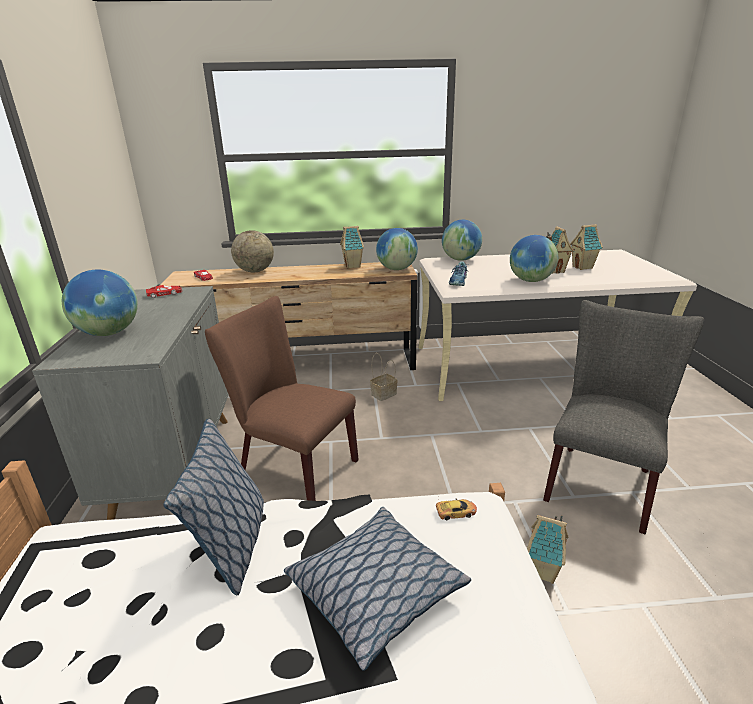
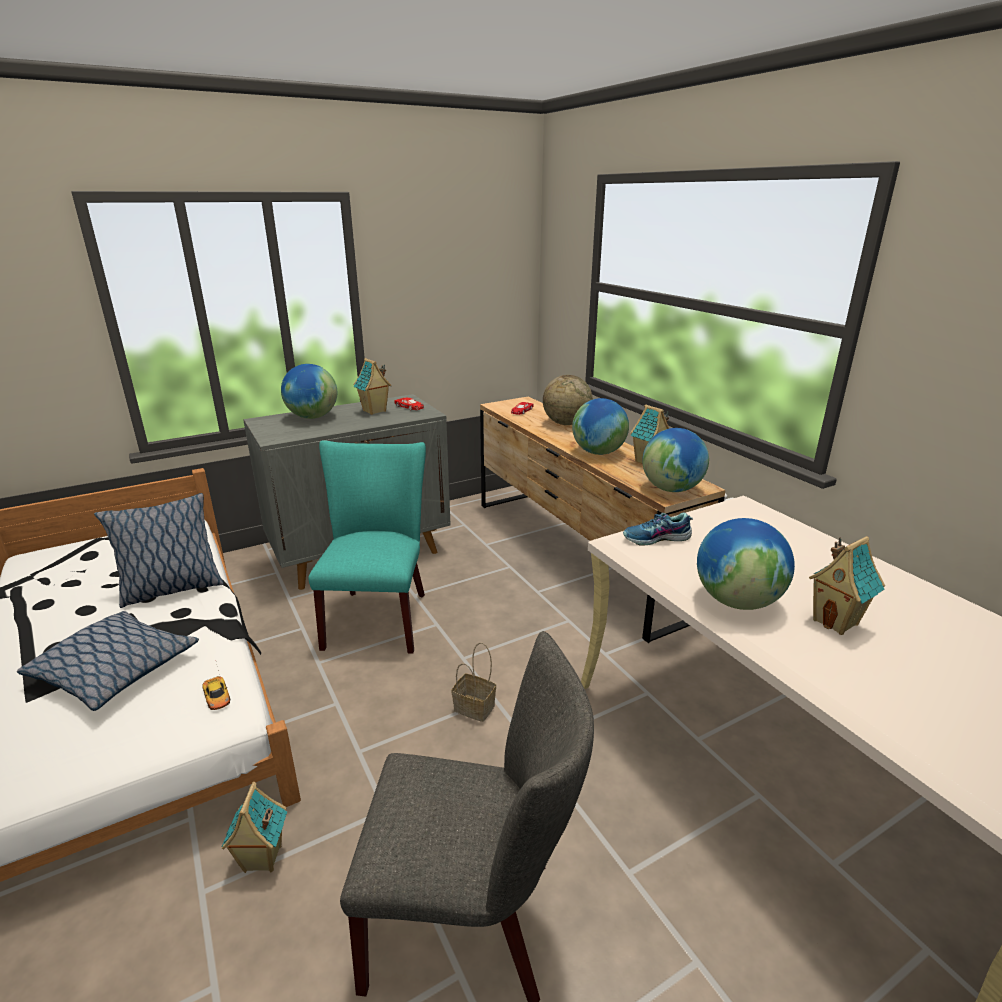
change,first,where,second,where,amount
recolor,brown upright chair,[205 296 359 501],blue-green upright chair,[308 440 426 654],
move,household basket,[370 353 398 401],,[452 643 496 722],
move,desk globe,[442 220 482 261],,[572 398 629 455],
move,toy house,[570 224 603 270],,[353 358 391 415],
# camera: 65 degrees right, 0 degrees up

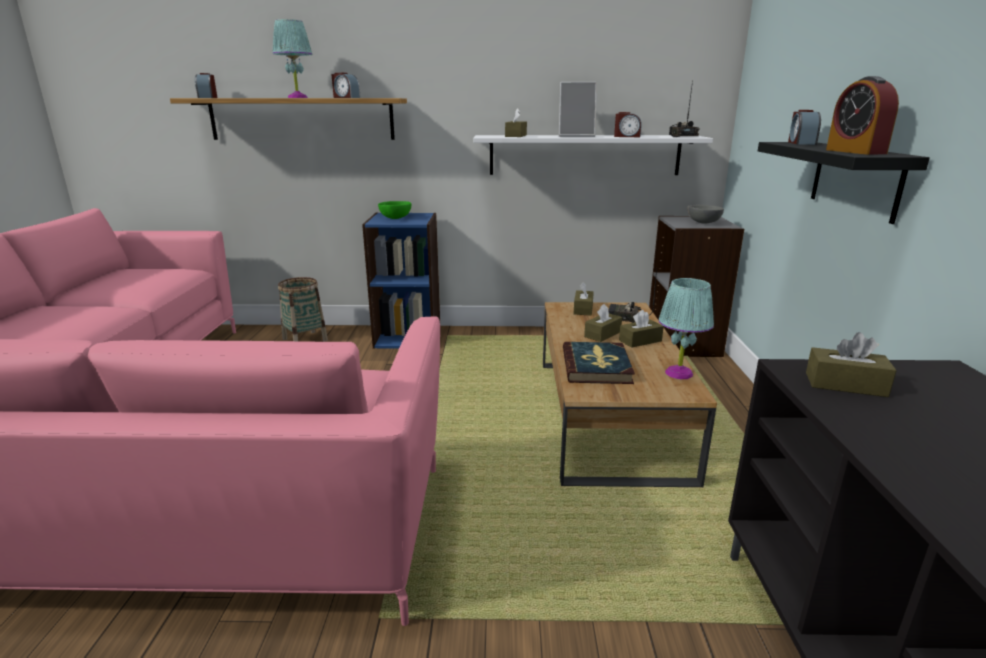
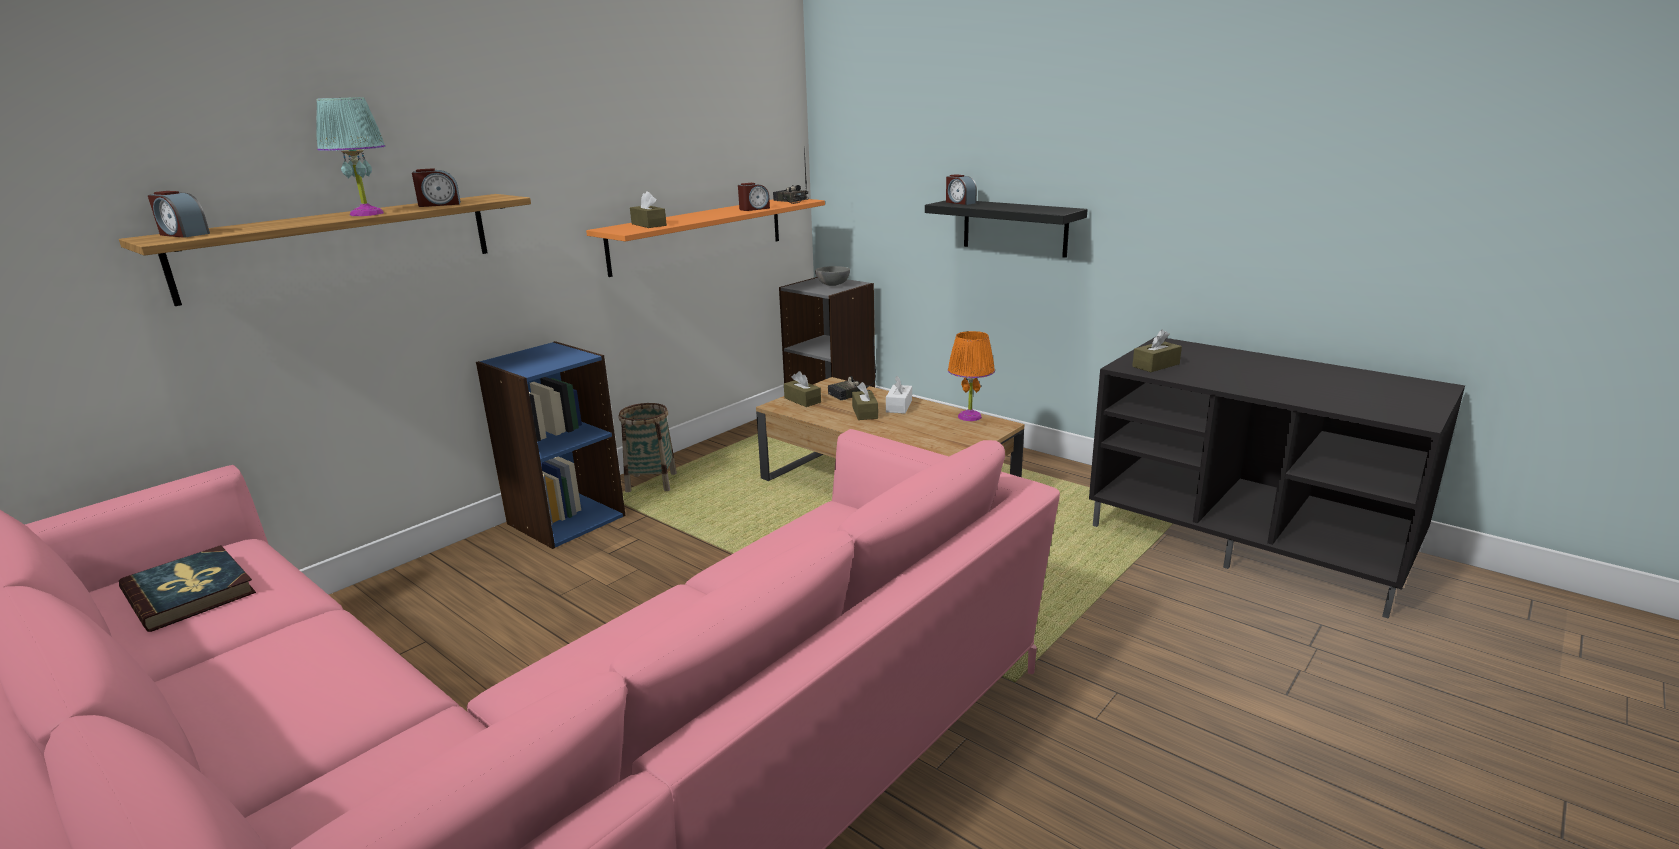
change,first,where,second,where,amount
move,household basket,[278 277 328 342],,[618 403 677 492],
delete,green deep dish,[378 201 411 219],,,
recolor,whitish wall shelf,[473 135 713 175],orange-coloured wall shelf,[586 199 825 277],
delete,standing frame,[559 82 597 137],,,
move,volume,[563 342 635 384],,[119 545 256 632],
recolor,brown box of tissues,[619 310 664 348],whitish box of tissues,[886 376 912 414],
recolor,blue-green lamp for a table,[658 278 714 379],orange-coloured lamp for a table,[948 331 995 421],
delete,bedside clock,[826 76 899 155],,,
# camera: 50 degrees left, 0 degrees up

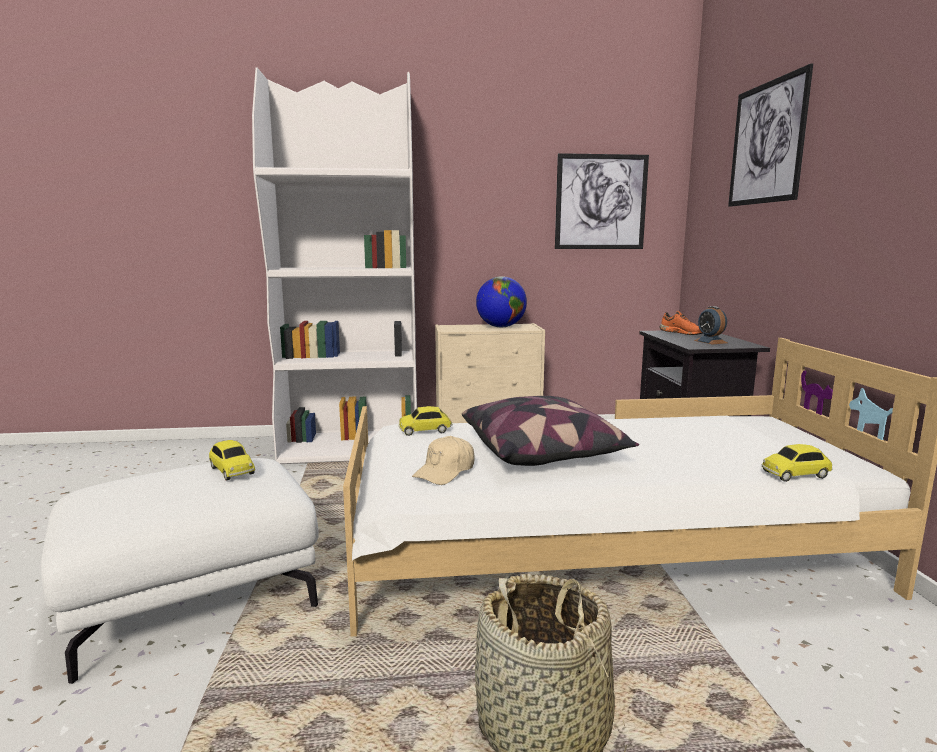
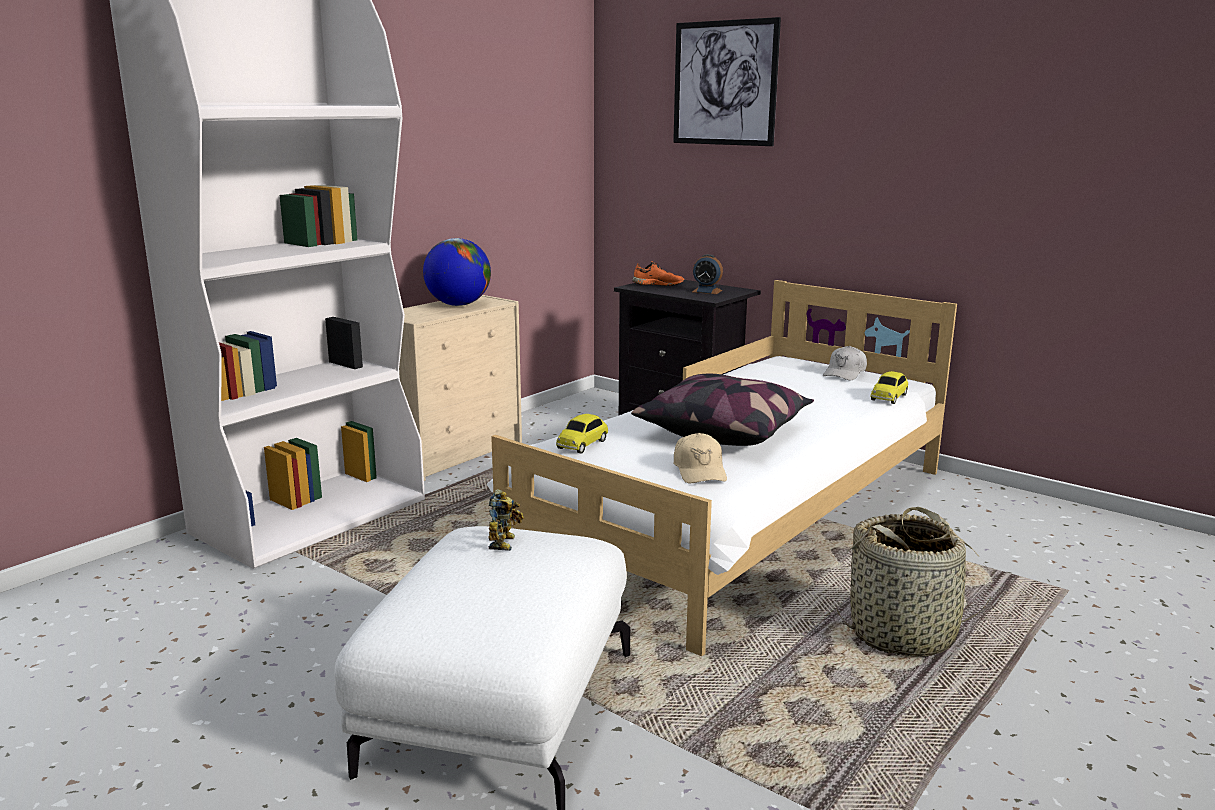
change,first,where,second,where,amount
replace,toy car,[209 440 255 481],model robot,[488 489 524 551],
delete,wall picture,[555 153 649 249],,,
insert,,,whitish cap,[823 346 867 381],
# camera: 45 degrees left, 5 degrees up

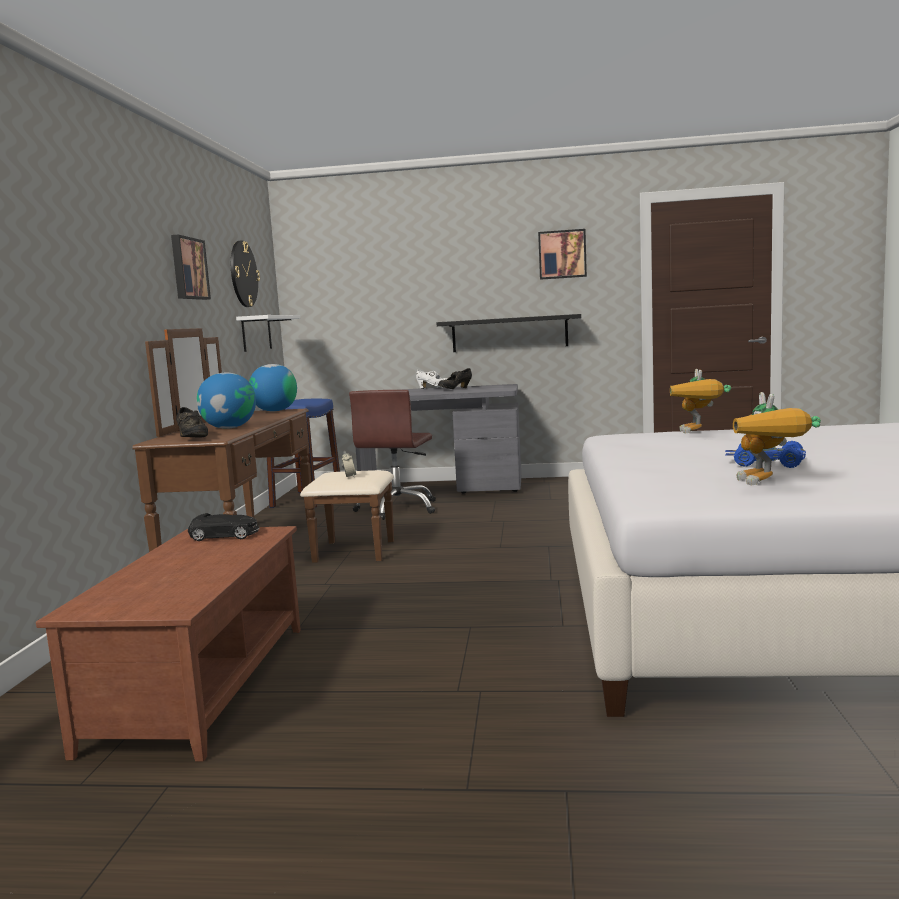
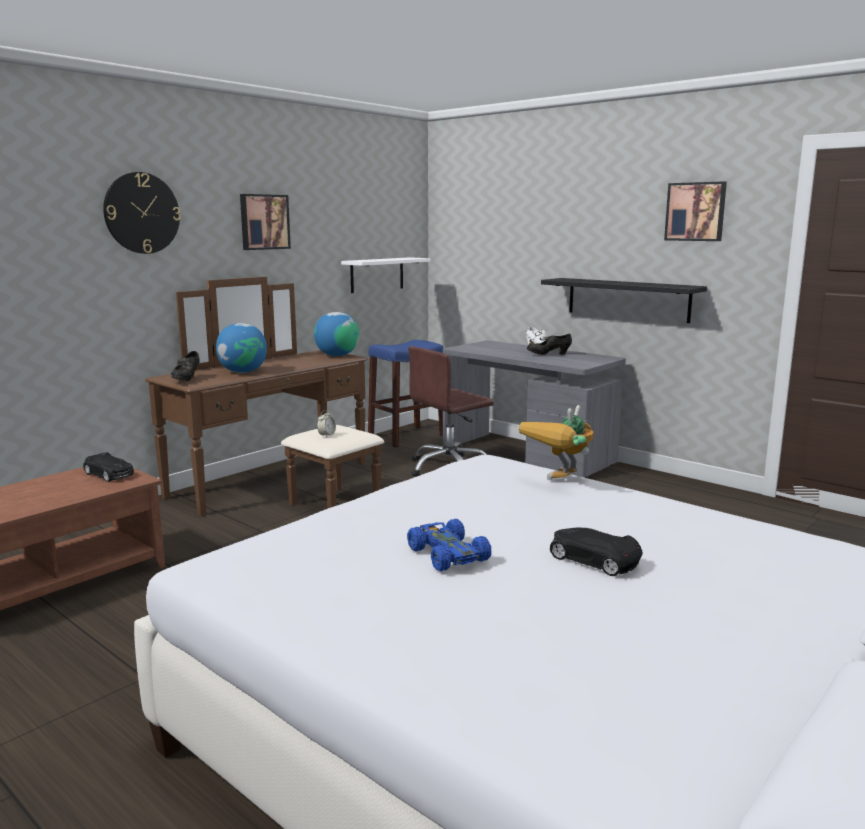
change,first,where,second,where,amount
move,hanging clock,[231 241 260 307],,[103 172 181 254],
delete,model robot,[733 392 821 485],,,
insert,,,black toy car,[550 527 643 576],
# camera: 35 degrees right, 5 degrees up

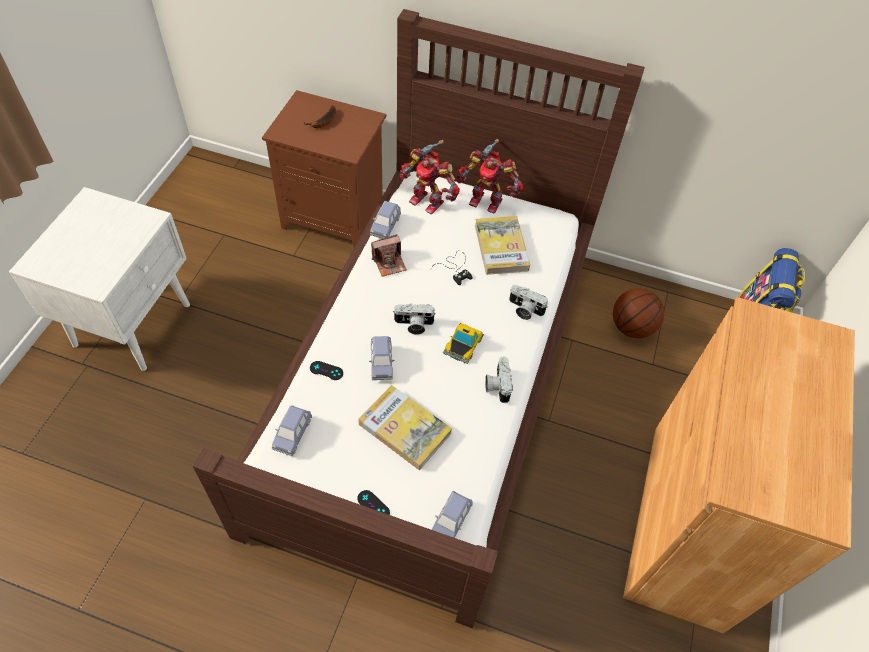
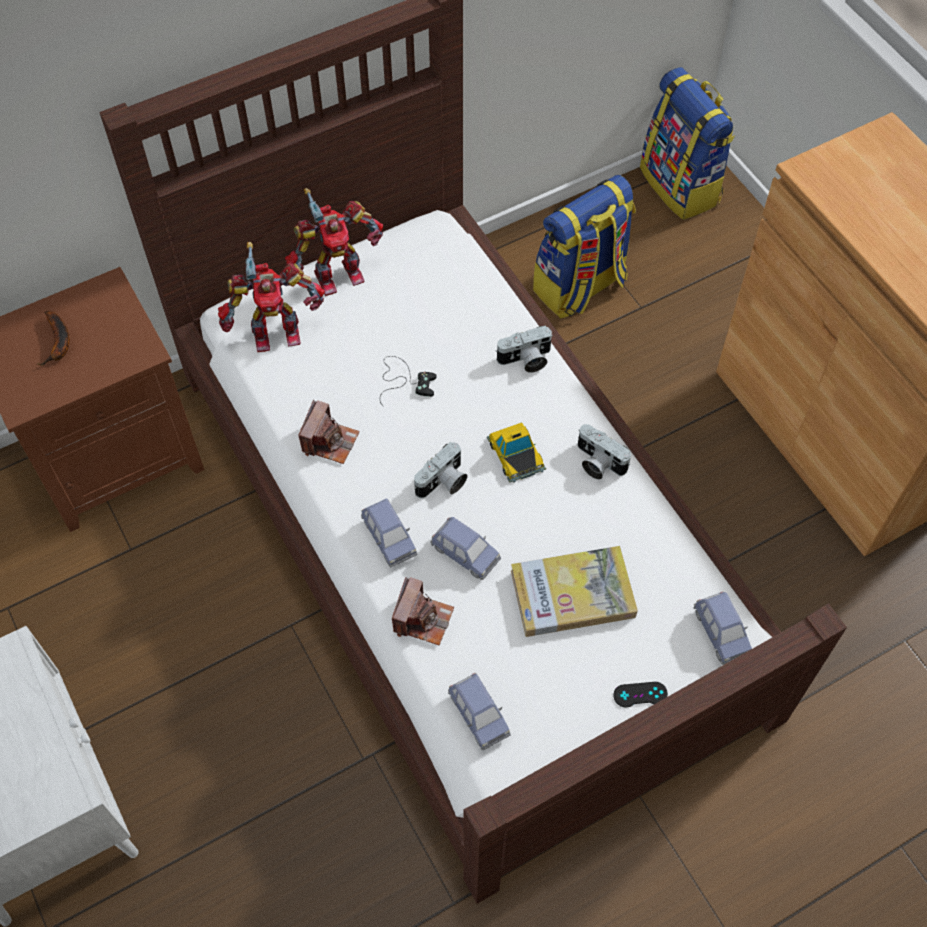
change,first,where,second,where,amount
replace,black game controller,[310 361 343 380],photo camera,[392 577 454 645],
move,bluish toy car,[370 201 401 239],,[361 499 417 567],
delete,volume,[475 216 530 275],,,
replace,ball for basketball,[613 289 664 338],backpack,[533 175 636 318],
# camera: 45 degrees left, 5 degrees up

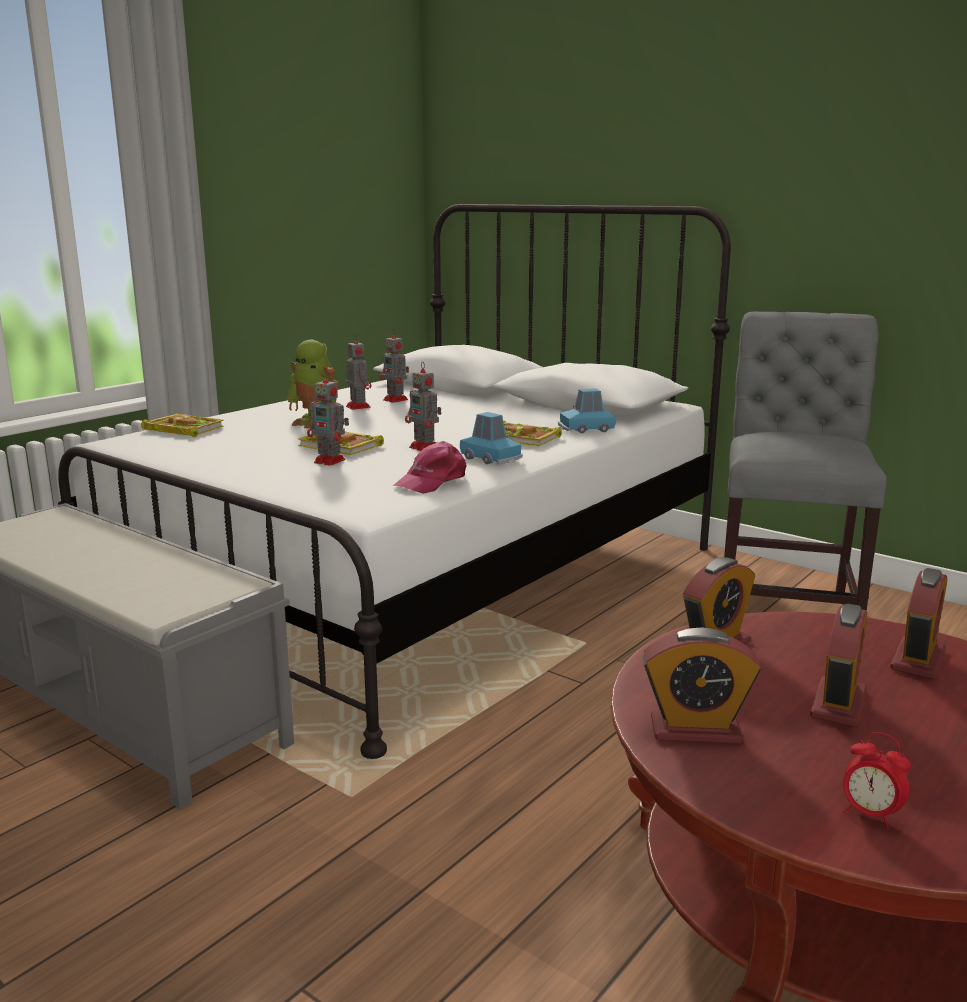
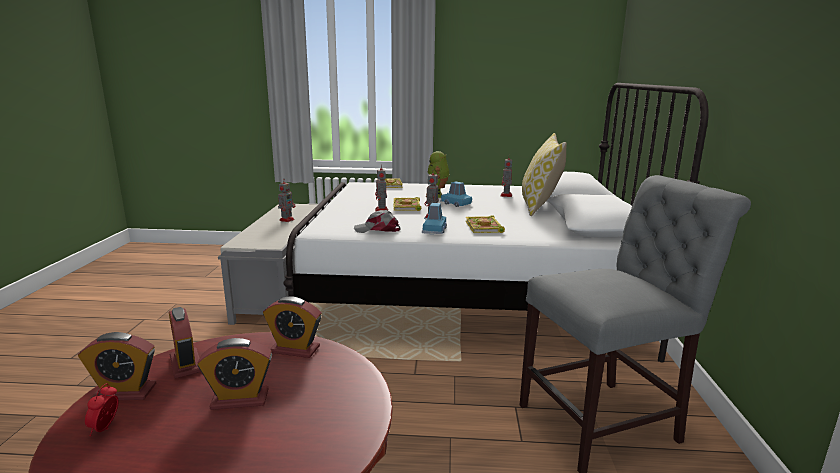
change,first,where,second,where,amount
move,model robot,[346 334 372 410],,[278 178 295 222],
recolor,pinkish cap,[393 441 467 494],grey cap,[354 210 401 233],
move,bluish toy car,[558 388 616 433],,[440 181 472 207],
move,bedside clock,[891 568 947 679],,[78 332 156 400],
insert,,,pillow,[522 133 567 216],
# camera: 55 degrees right, 0 degrees up

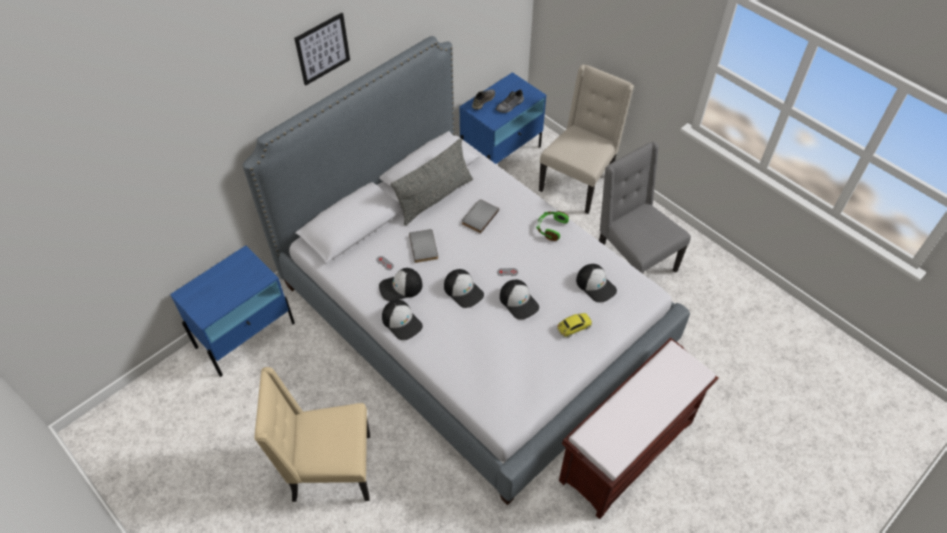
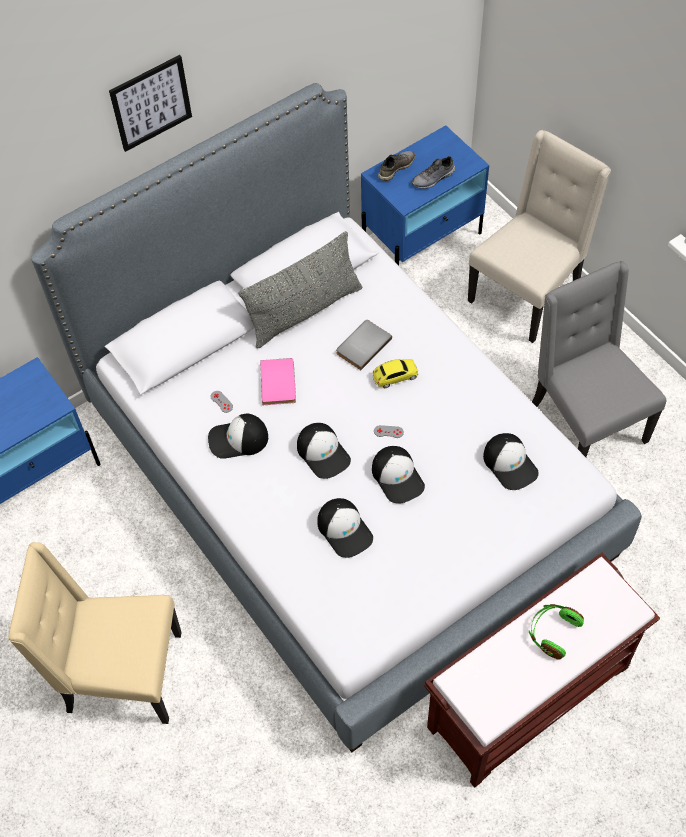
change,first,where,second,where,amount
move,cap,[382 300 423 340],,[317 498 373 558],
recolor,grey volume,[409 229 438 263],pinkish volume,[260 358 296 405],
move,green headset,[536 211 569 241],,[529 604 584 660],
move,toy car,[557 313 592 337],,[372 359 418 388],
# camera: 10 degrees right, 5 degrees up

